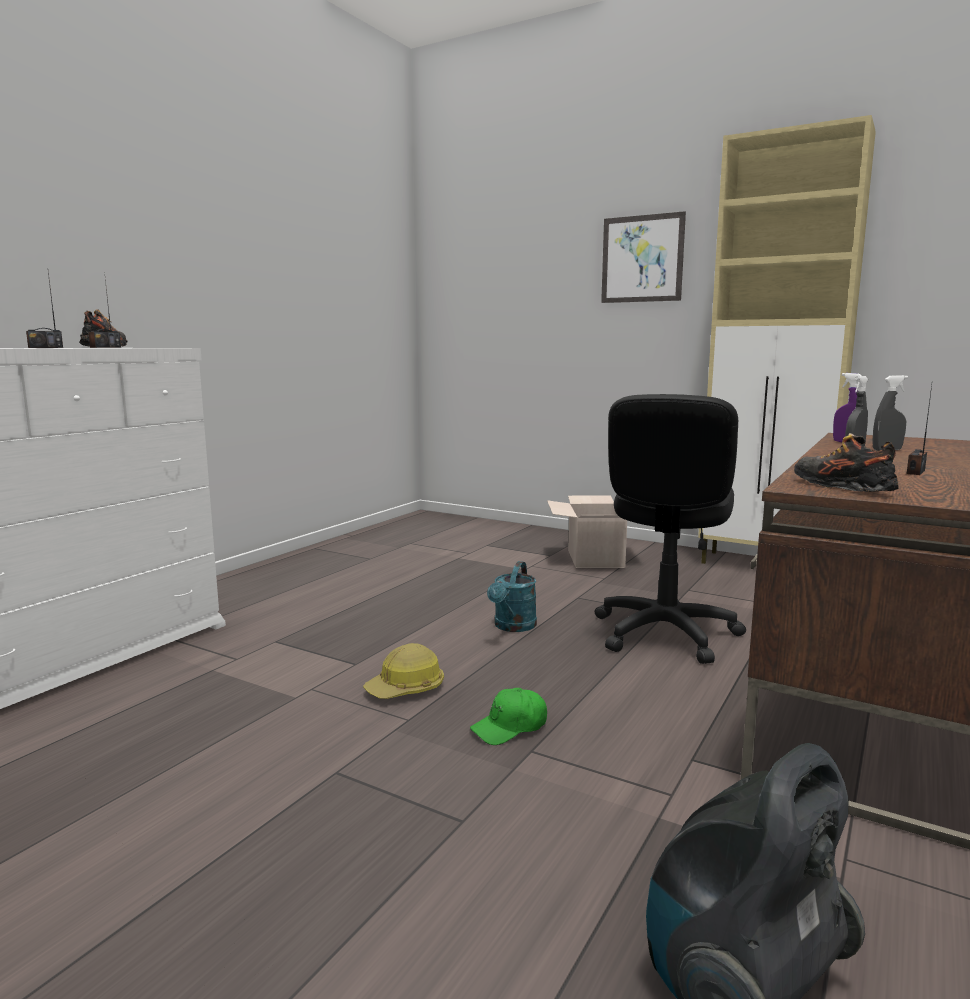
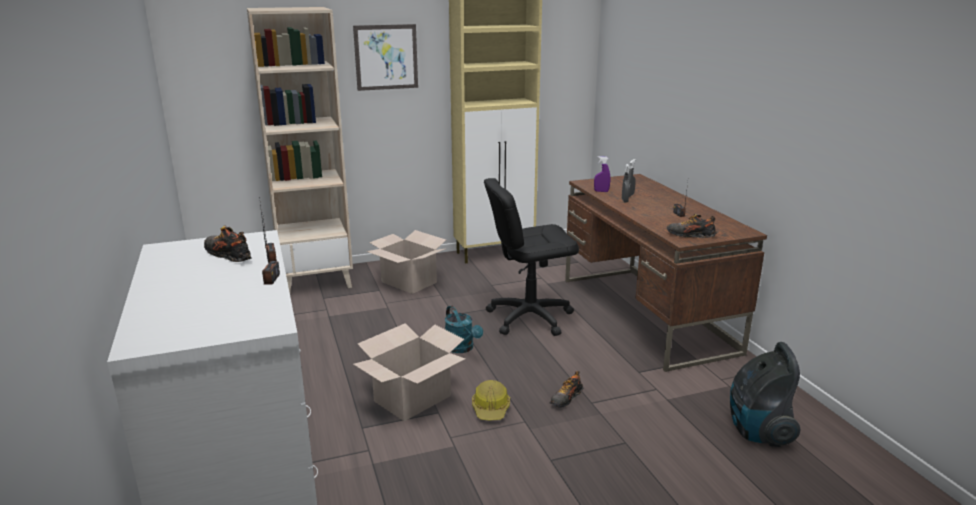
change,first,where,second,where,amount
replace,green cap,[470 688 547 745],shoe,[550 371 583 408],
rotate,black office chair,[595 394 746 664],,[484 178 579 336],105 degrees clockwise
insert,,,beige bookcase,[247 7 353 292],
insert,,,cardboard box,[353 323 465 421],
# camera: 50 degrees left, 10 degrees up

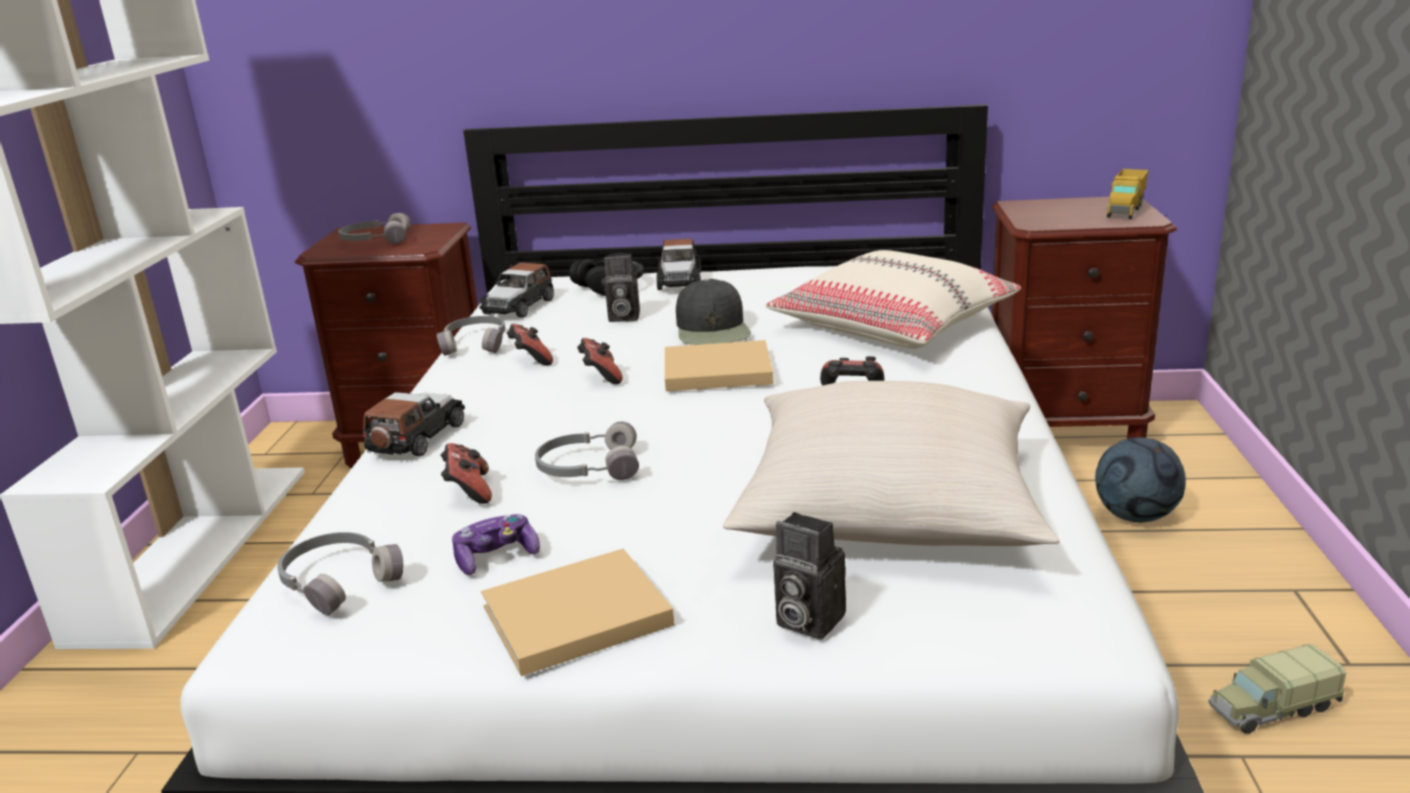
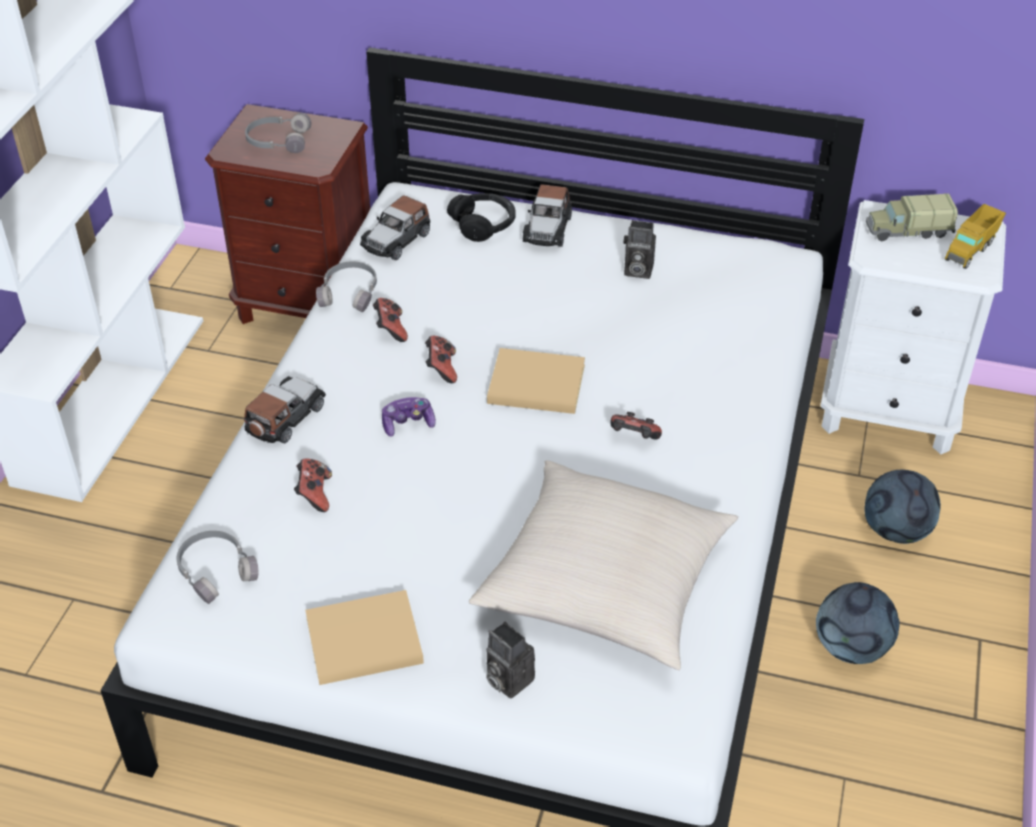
change,first,where,second,where,amount
move,game controller,[452 514 540 575],,[382 397 436 437],
delete,grey headset,[535 421 639 480],,,
move,photo camera,[602 253 640 322],,[623 220 656 279],
delete,black cap,[676 279 751 345],,,
delete,beige pillow,[765 250 1021 349],,,
recolor,brown nightstand,[992 197 1177 438],whitish nightstand,[820 200 1006 454],
move,model truck,[1209 644 1346 734],,[866 193 958 241],
insert,,,ball for football,[816 582 899 664],
# camera: 10 degrees right, 20 degrees up

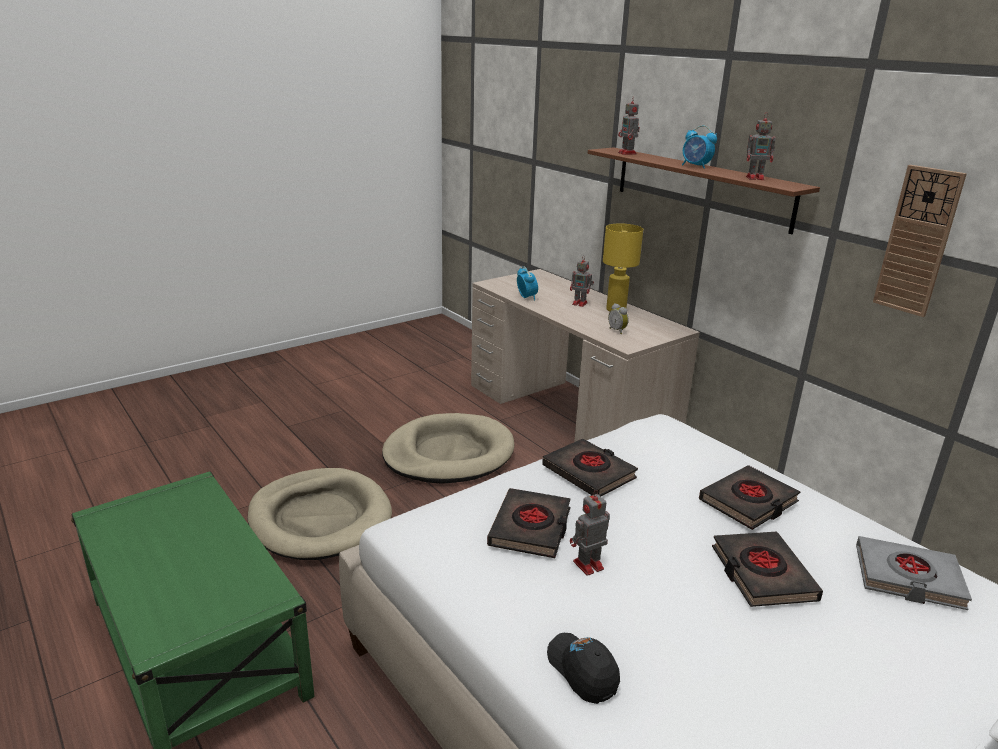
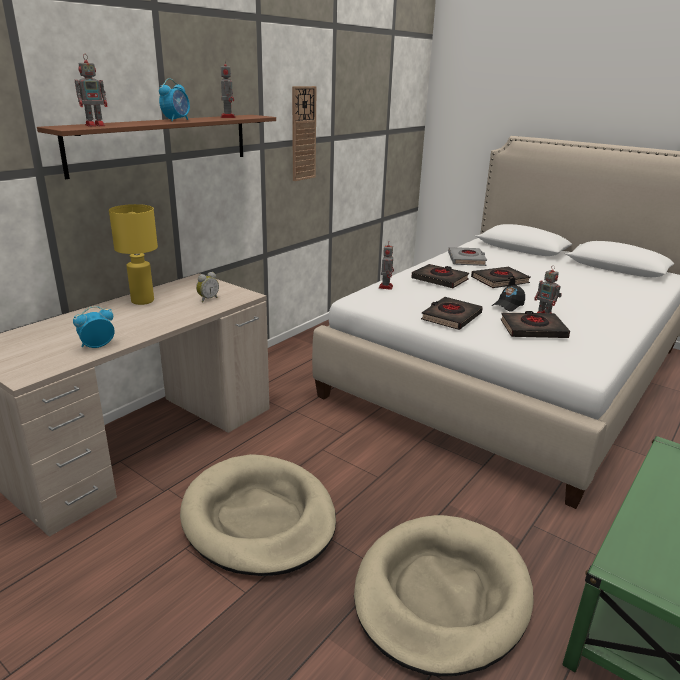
change,first,where,second,where,amount
move,black cap,[547 633 620 704],,[492 285 525 312],
move,model robot,[570 256 594 307],,[379 242 394 290],
# camera: 105 degrees left, 0 degrees up

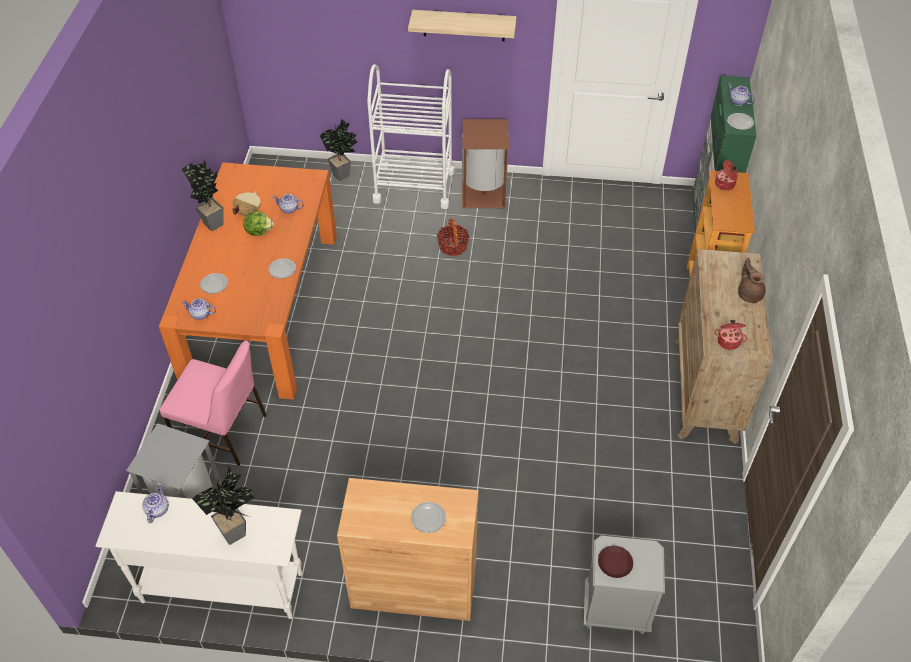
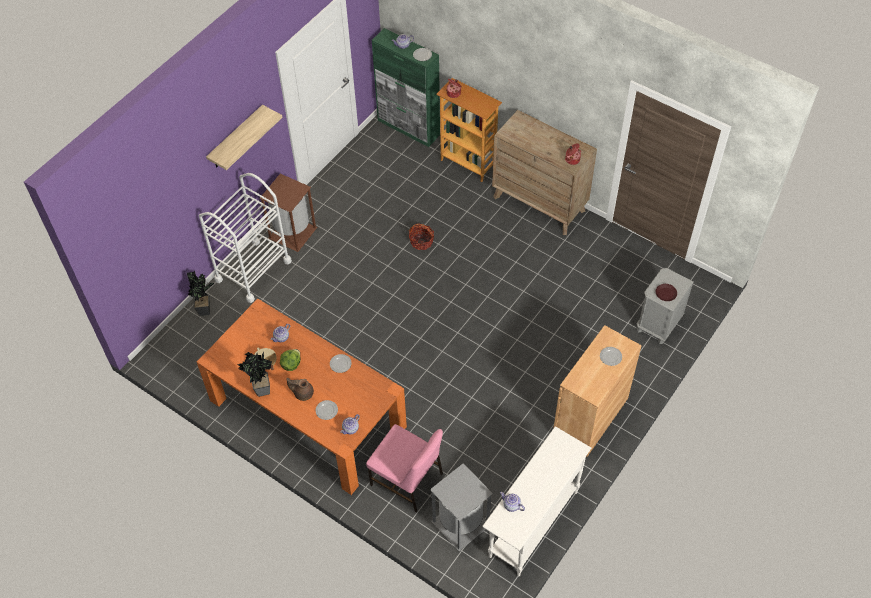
change,first,where,second,where,amount
rotate,pinkish upright chair,[160 340 267 466],,[366 424 443 512],75 degrees clockwise
delete,houseplant,[192 466 255 545],,,
move,household basket,[437 218 470 256],,[409 224 434 250],
move,brown pot for tea,[738 258 766 303],,[286 378 314 401],
# camera: 60 degrees left, 5 degrees up

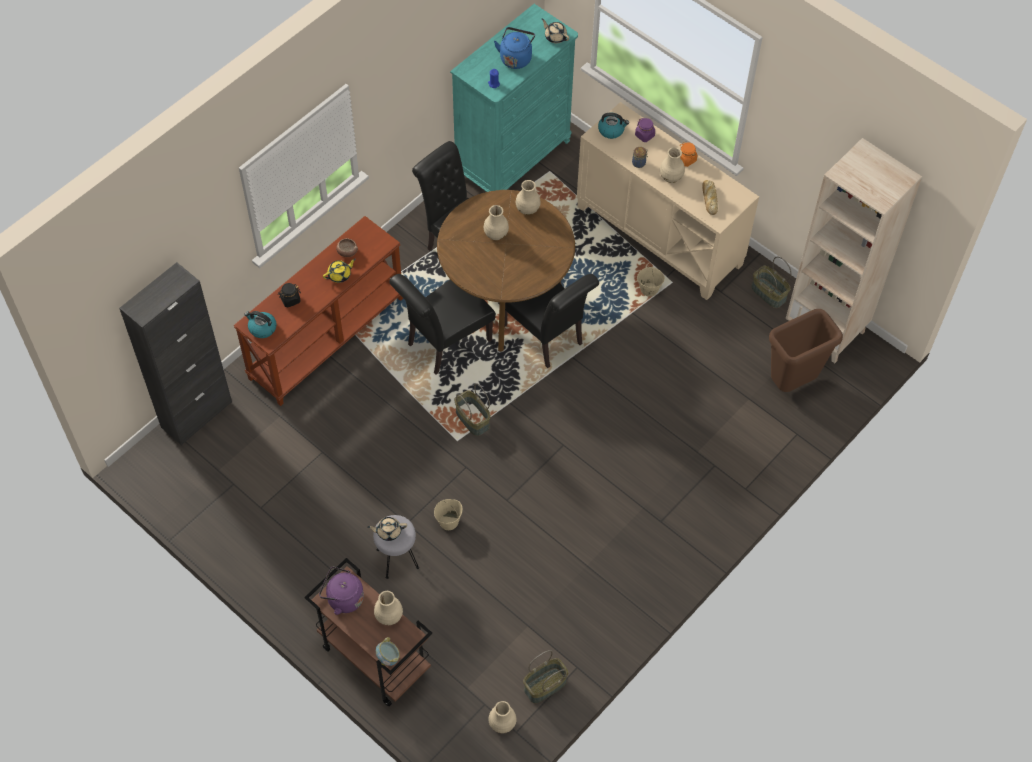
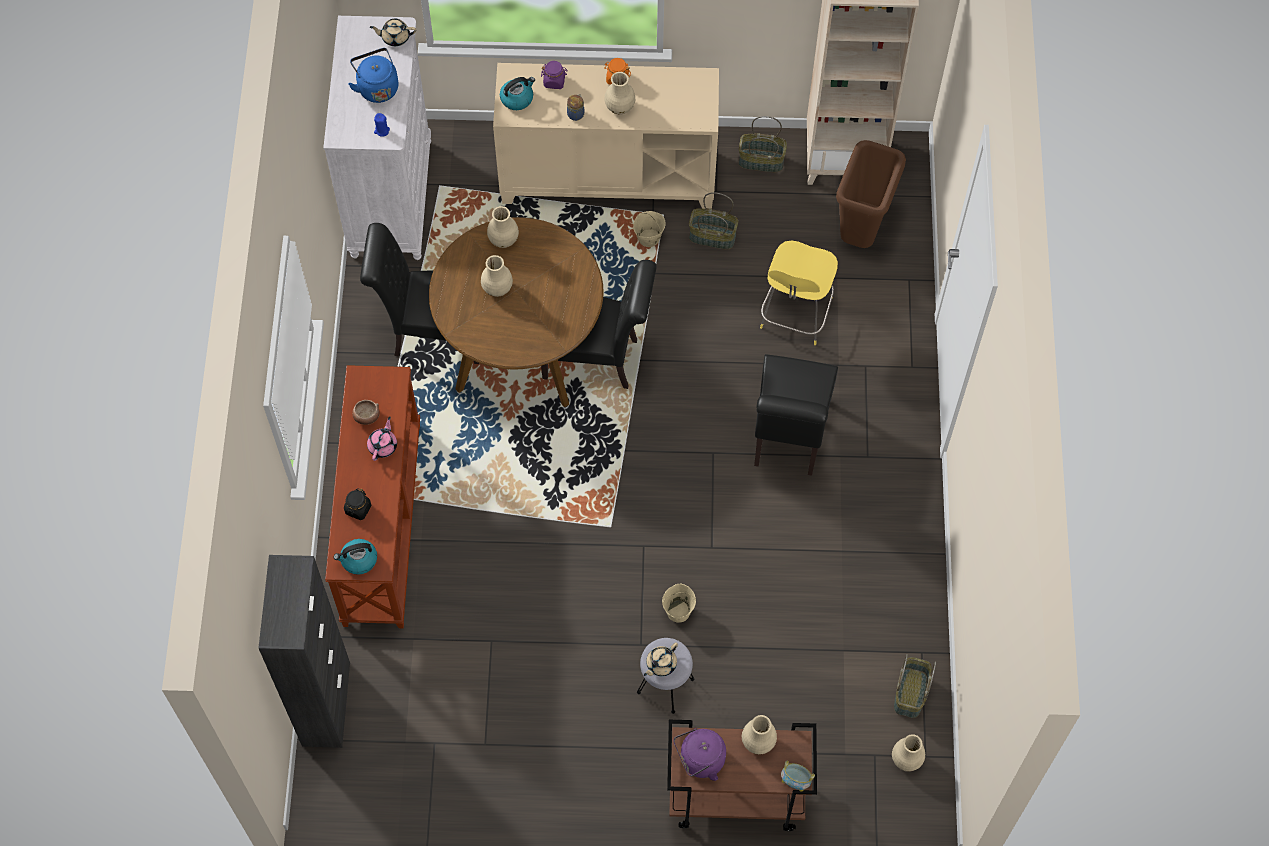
change,first,where,second,where,amount
recolor,yellowish pot for tea,[323 259 356 283],pinkish pot for tea,[367 416 397 461],
move,black upright chair,[389 274 496 374],,[754 354 838 476],
recolor,blue-green drawer chest,[450 4 578 192],whitish drawer chest,[323 16 431 260],
move,household basket,[455 383 491 436],,[689 192 738 249],
delete,bread,[702 180 718 215],,,
insert,,,yellowish stool seat,[760 241 838 345],
# camera: 40 degrees left, 5 degrees up

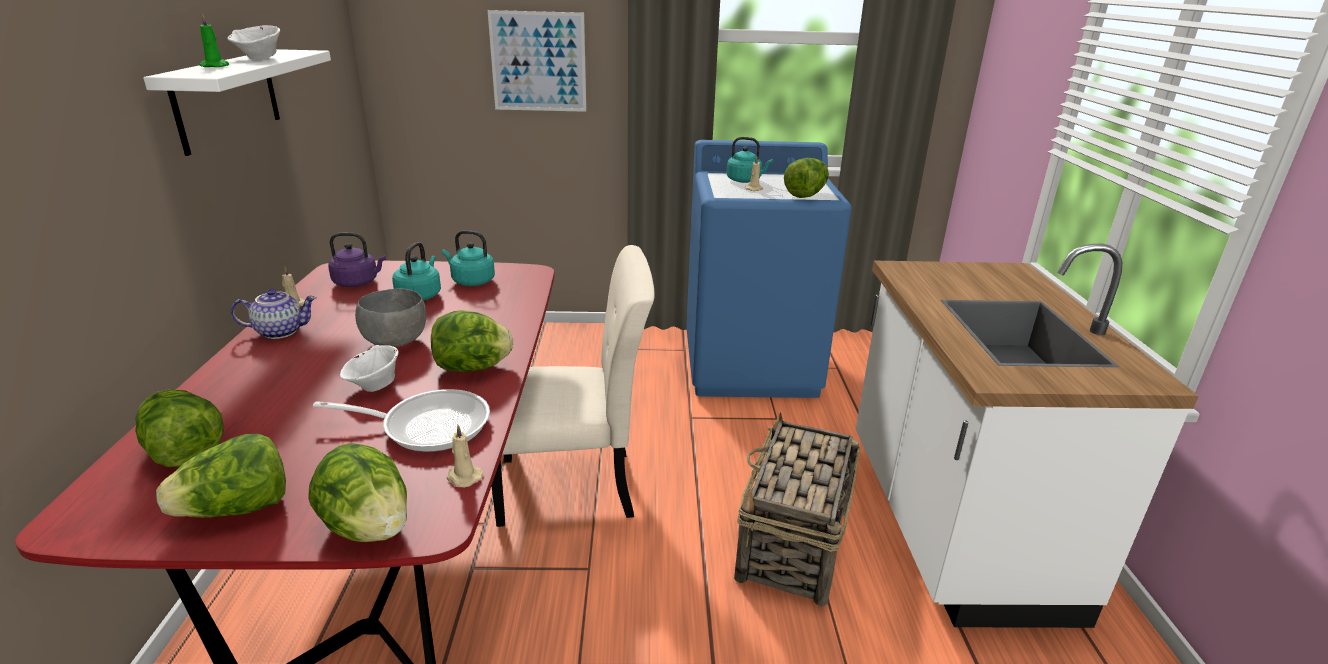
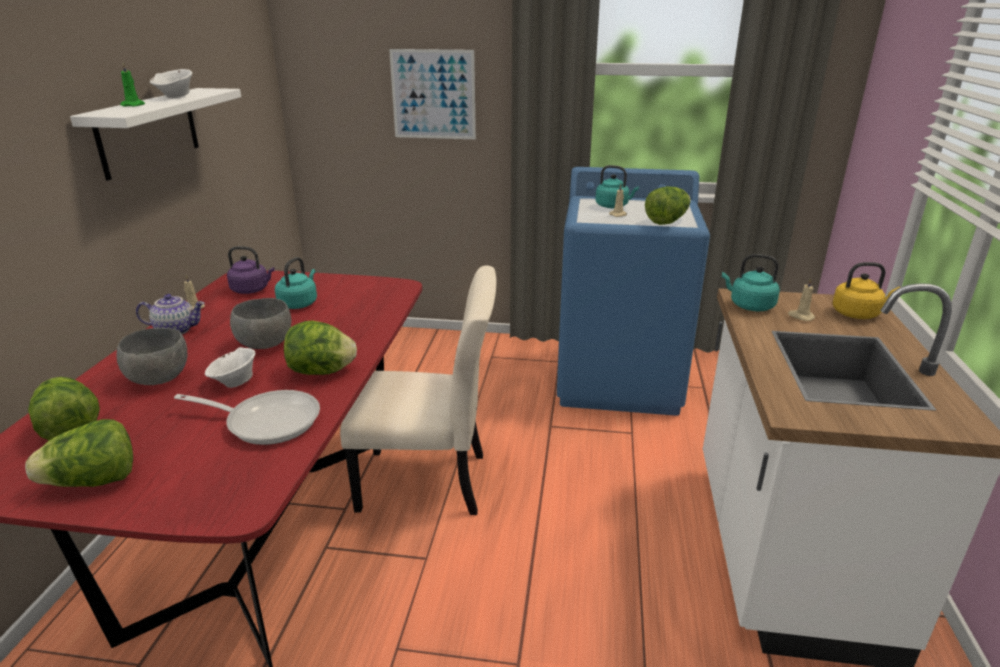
change,first,where,second,where,amount
delete,lettuce head,[308 443 407 542],,,
move,blue-green water kettle,[442 230 495 286],,[722 254 780 311],
move,beige candle,[447 425 483 487],,[788 278 815 321],
delete,household basket,[734 412 860 607],,,
insert,,,grey deep dish,[116 328 188 385],
insert,,,yellowish water kettle,[832 262 899 319],
# camera: 10 degrees right, 0 degrees up

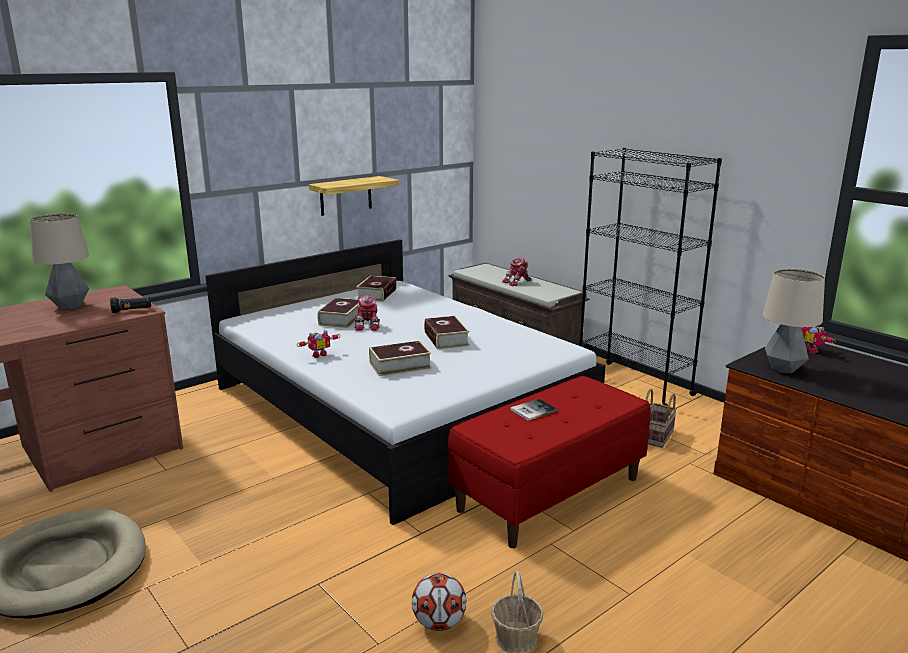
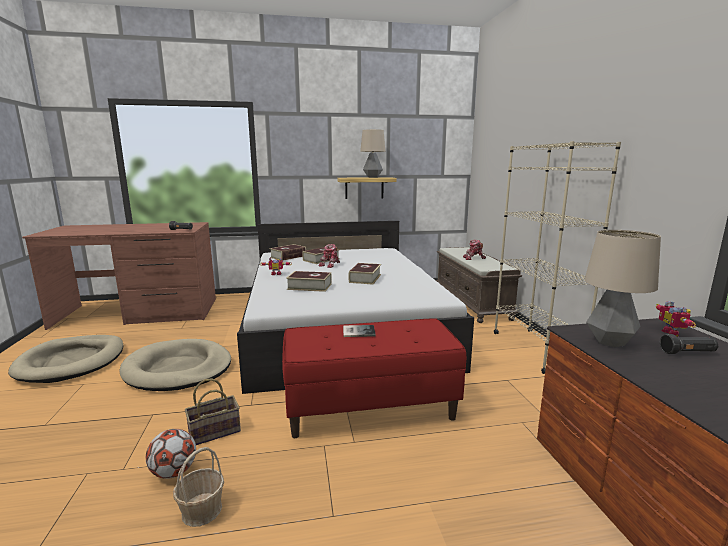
change,first,where,second,where,amount
move,lamp for a table,[29 213 89 309],,[360 129 386 178],
move,volume,[356 276 397 302],,[270 244 306 261],
recolor,black bookcase,[579 148 722 406],beige bookcase,[494 141 621 374],
move,household basket,[645 389 677 448],,[185 378 241 445],
insert,,,beige dog bed,[119 339 231 391],
insert,,,black hand torch,[660 334 719 354],
# camera: 30 degrees right, 5 degrees down

